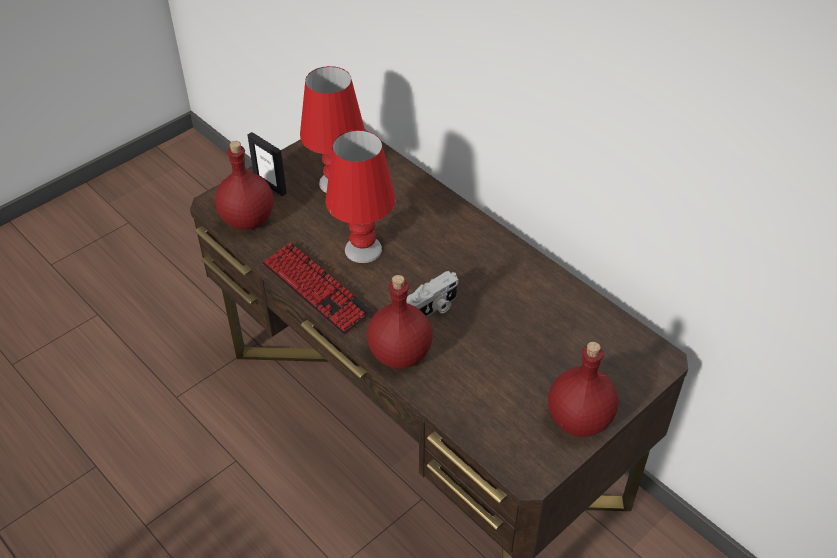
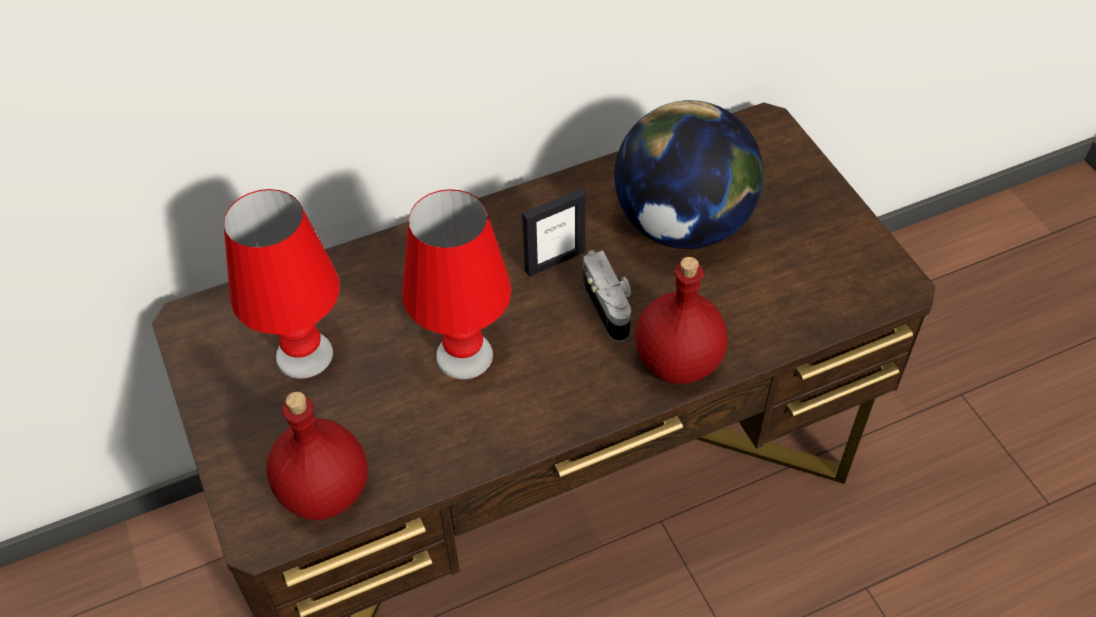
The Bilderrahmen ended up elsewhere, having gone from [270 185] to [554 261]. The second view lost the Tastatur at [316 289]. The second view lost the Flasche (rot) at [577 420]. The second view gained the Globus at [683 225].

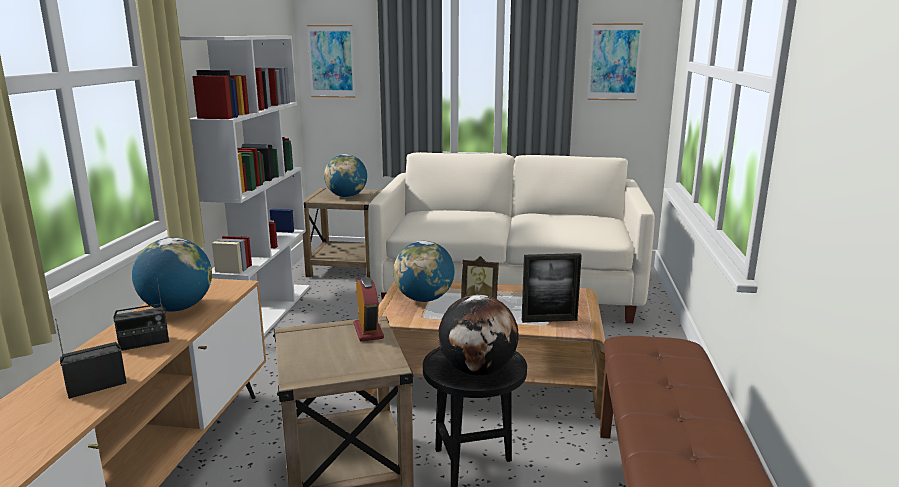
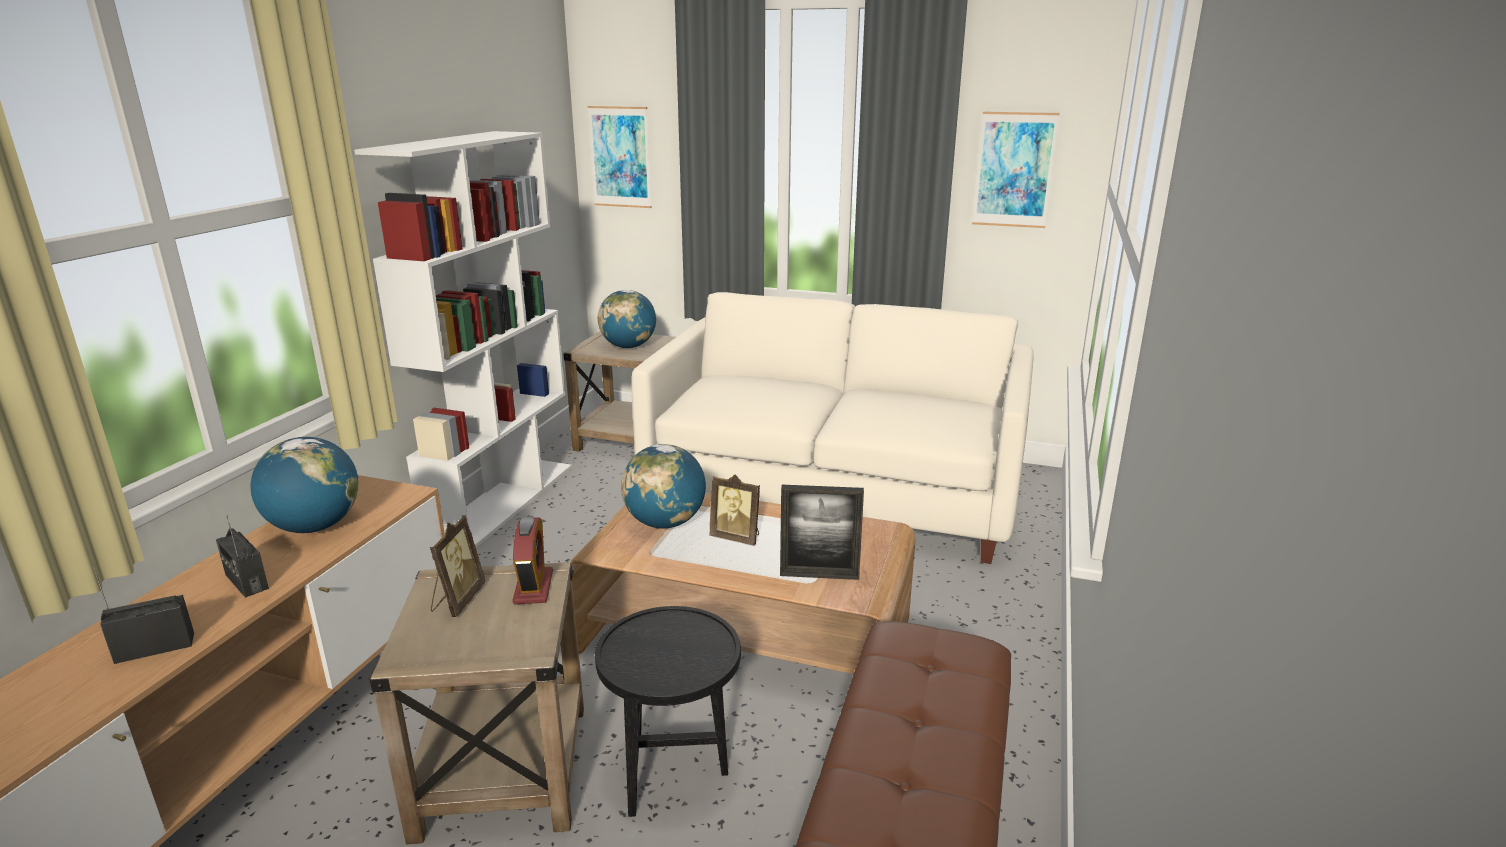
The Radio at [144 343] ended up facing another way, 60 degrees clockwise from before. The second view lost the Globus at [478 371]. The second view gained the Bilderrahmen at [457 600].

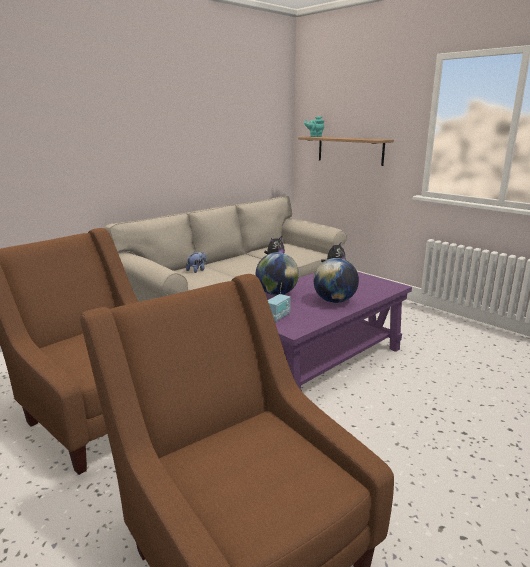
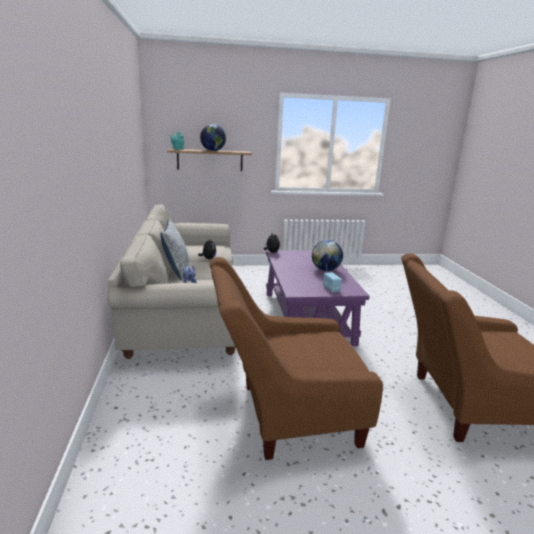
The Globus ended up elsewhere, having gone from [276 294] to [213 150]. The second view gained the Kissen at [176 270].

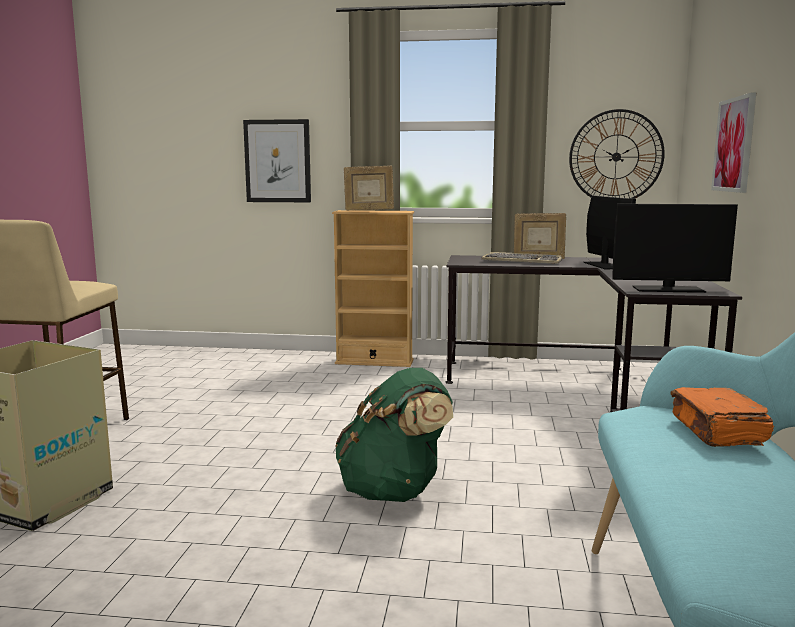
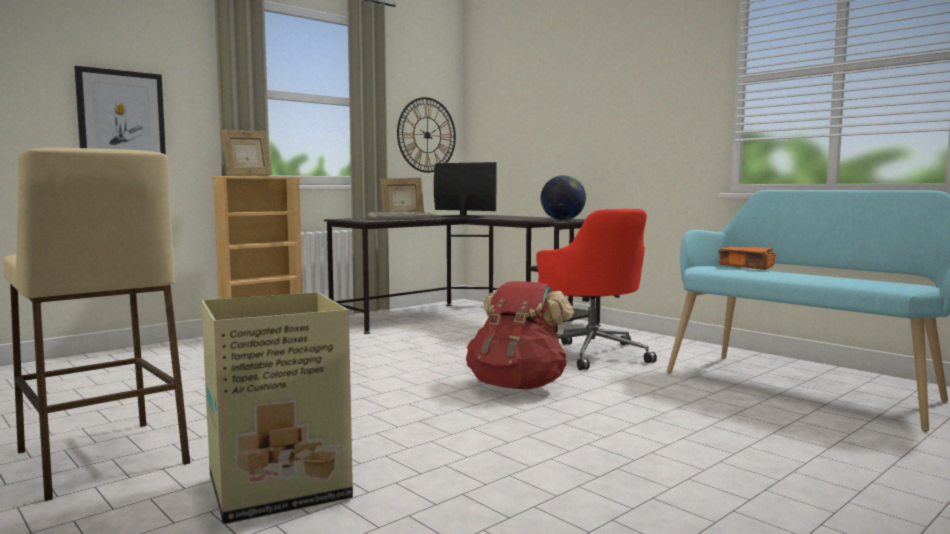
What was the Rucksack (grün) at [394 491] turned into the Rucksack (rot) at [517 386]. Where the Monitor stood at [668 289], the Globus came to stand at [562 220]. The second view lost the Bild at [734 145]. The second view gained the Bürostuhl (rot) at [591 354].

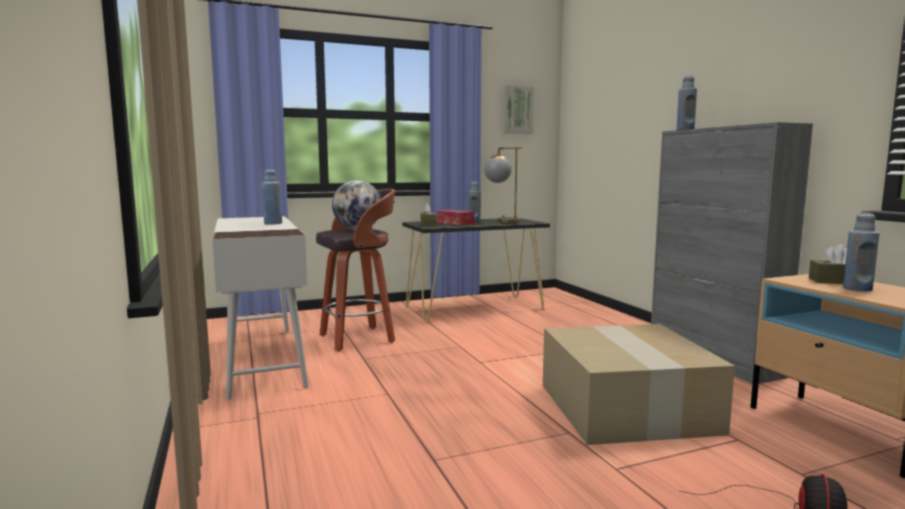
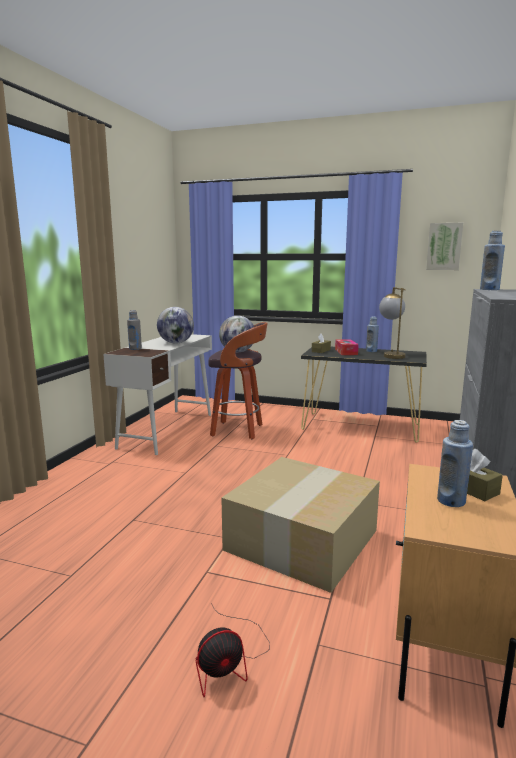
Where the Flasche (blau) stood at [273 223], the Globus came to stand at [176 343]. The second view gained the Flasche (grau) at [135 348].

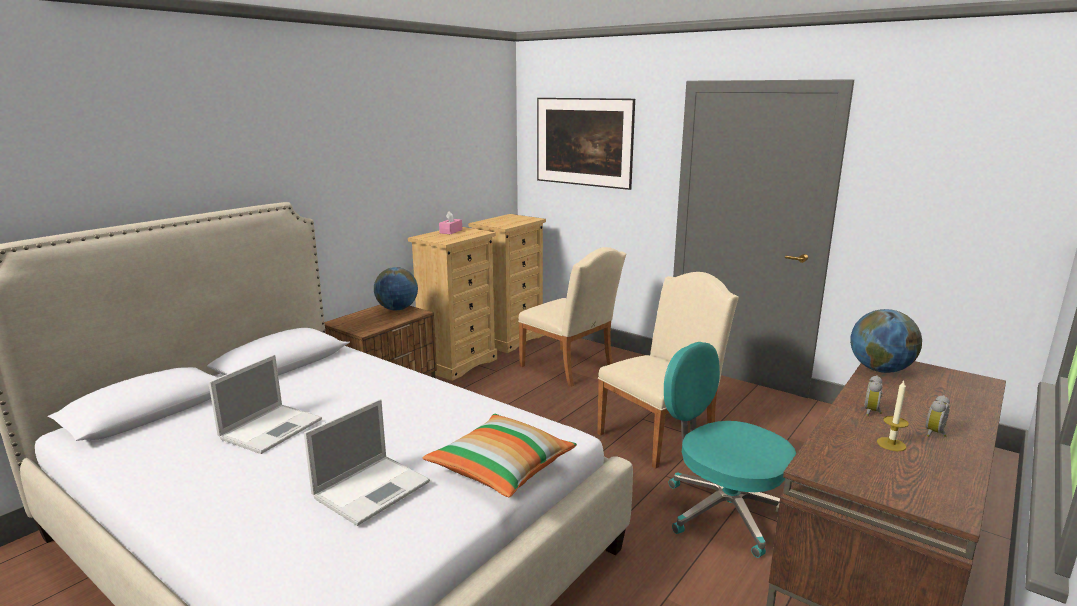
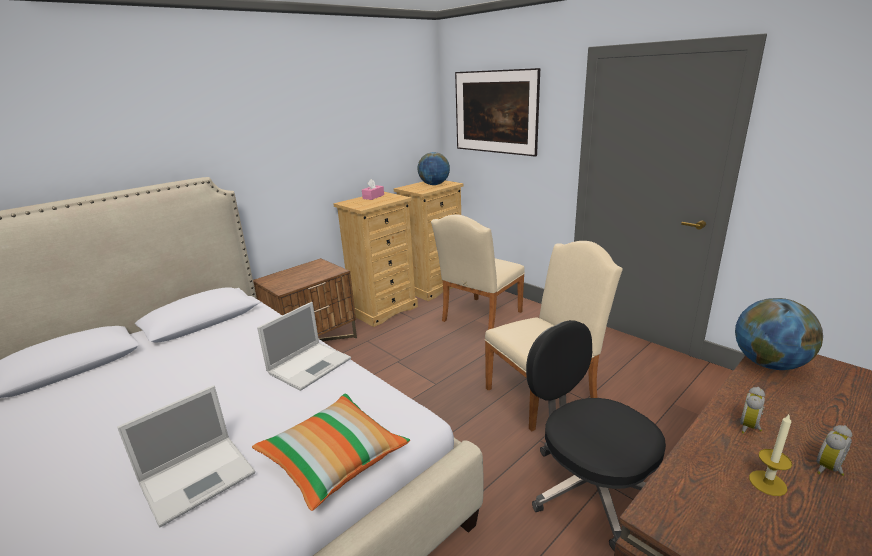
The Laptop ended up elsewhere, having gone from [272 428] to [310 365]. The Globus ended up elsewhere, having gone from [397 309] to [434 184]. The Stuhl (beige) at [571 368] ended up facing another way, 75 degrees clockwise from before. What was the Bürostuhl (türkis) at [723 511] turned into the Bürostuhl (schwarz) at [589 488].

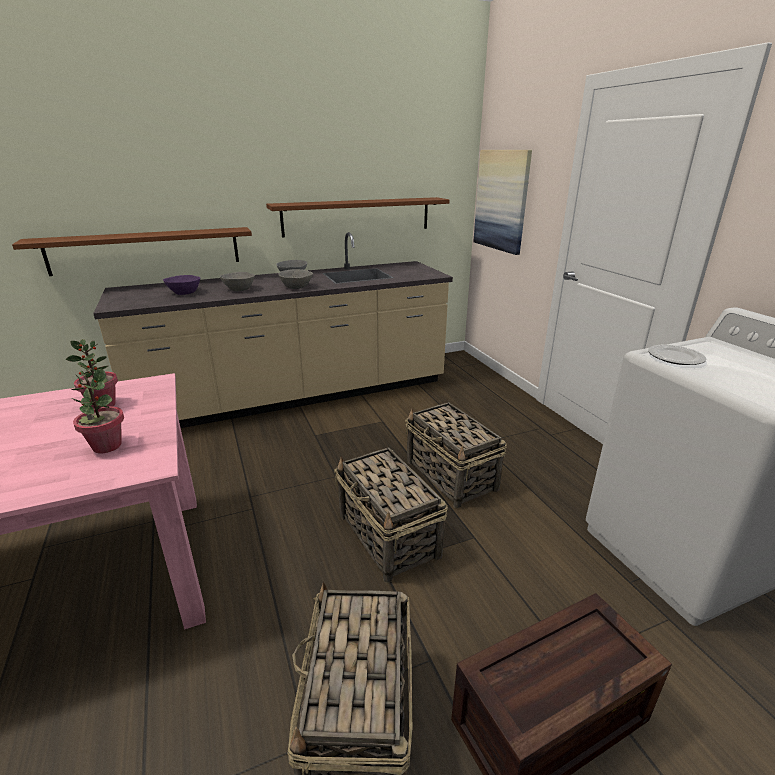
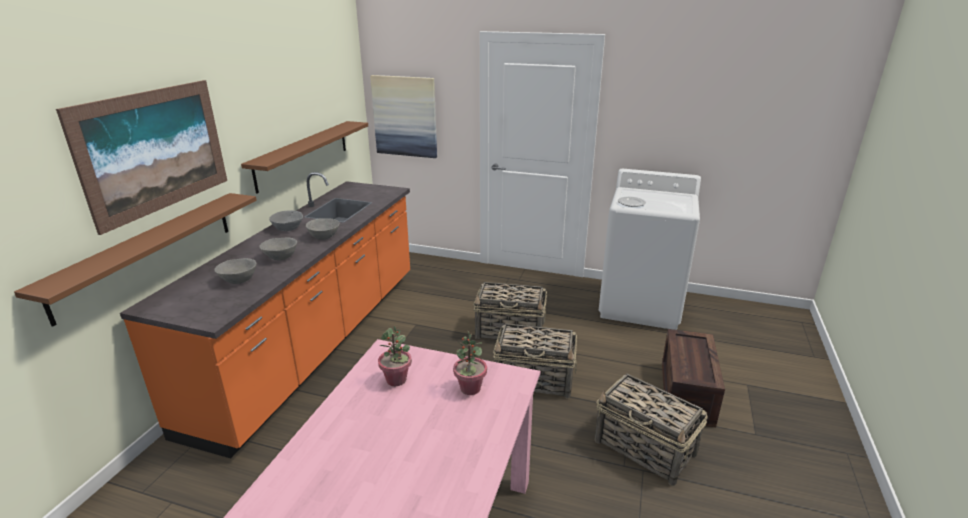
What was the Küchenzeile (beige) at [296 396] turned into the Küchenzeile (orange) at [316 343]. What was the Schüssel (lila) at [185 293] turned into the Schüssel (grau) at [239 280]. The second view gained the Bild at [155 151].

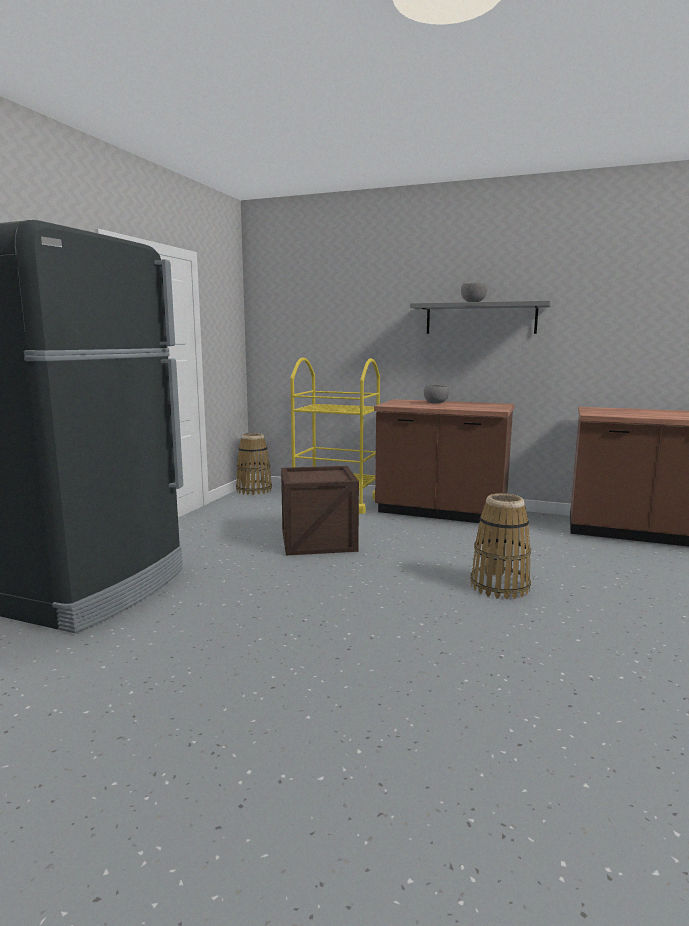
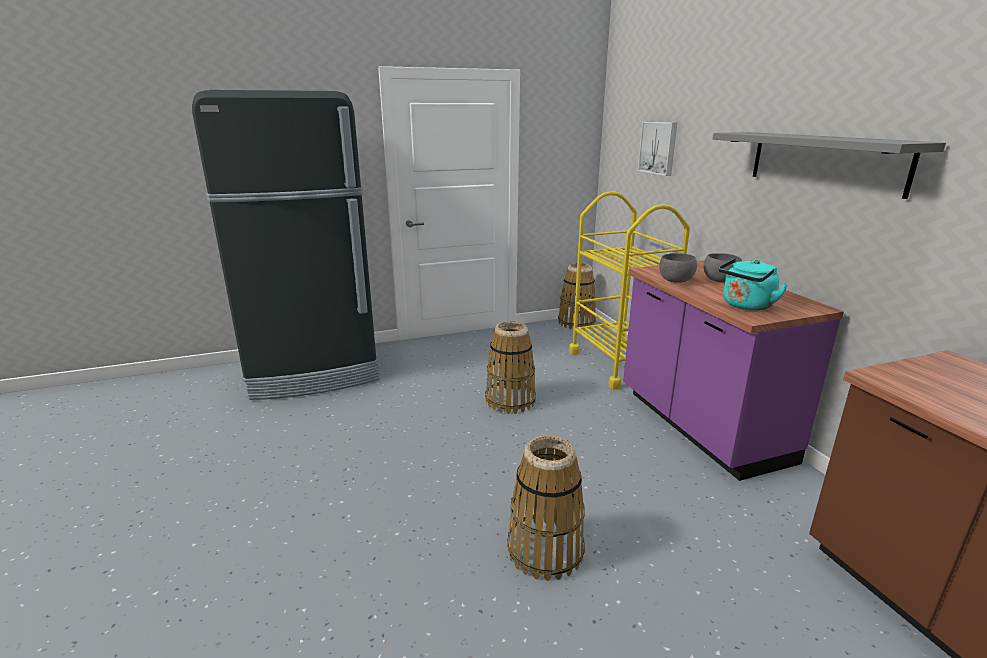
Where the Kiste stood at [318 541], the Korb came to stand at [510 401]. What was the Küchenzeile (braun) at [441 513] turned into the Küchenzeile (lila) at [700 426]. The Schüssel (grau) ended up elsewhere, having gone from [474 302] to [675 281]. The second view gained the Bild at [659 148]. The second view gained the Wasserkessel (türkis) at [745 306].

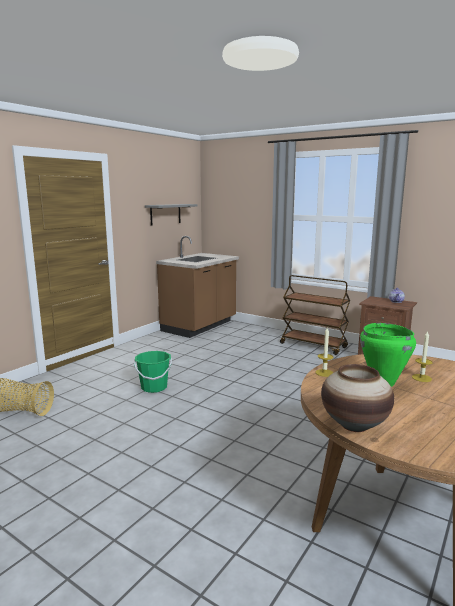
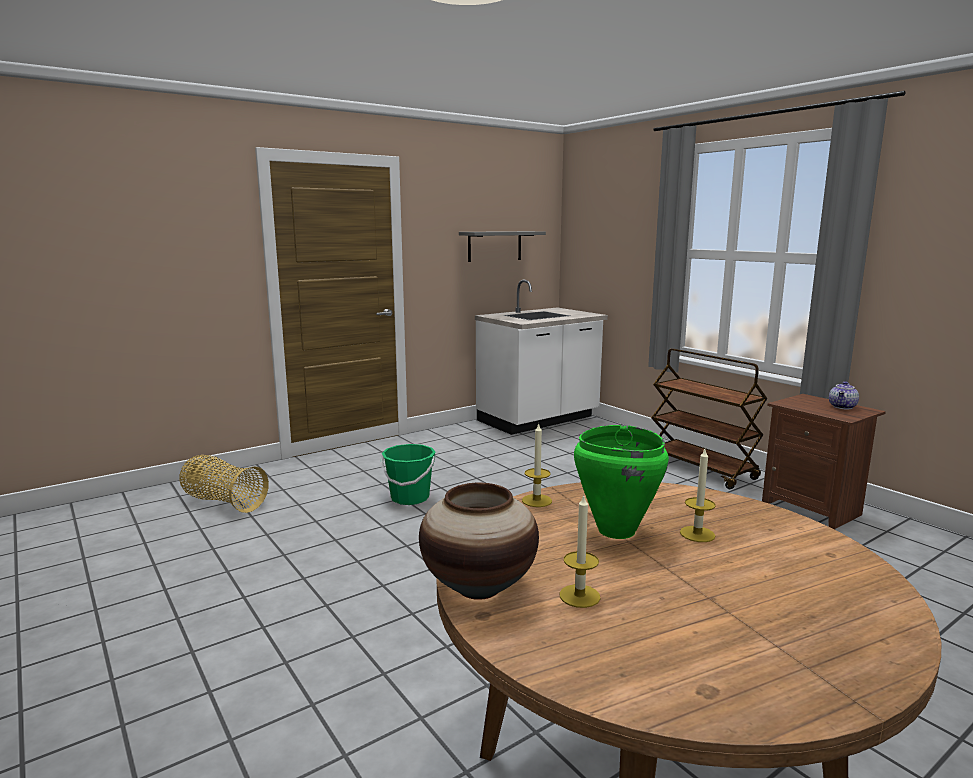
What was the Küchenzeile (braun) at [200 326] turned into the Küchenzeile (weiß) at [539 419]. The second view gained the Kerze at [579 596].

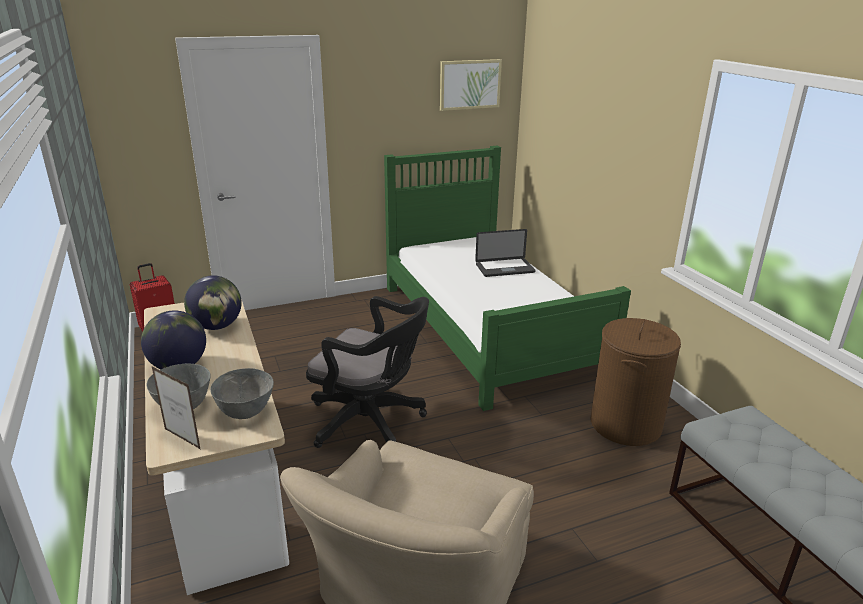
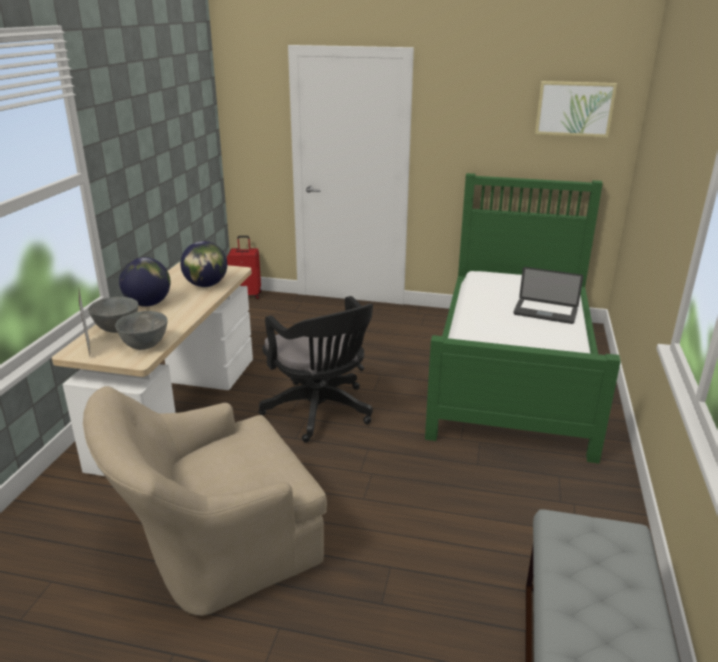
The second view lost the Wäschekorb (braun) at [625 424].

